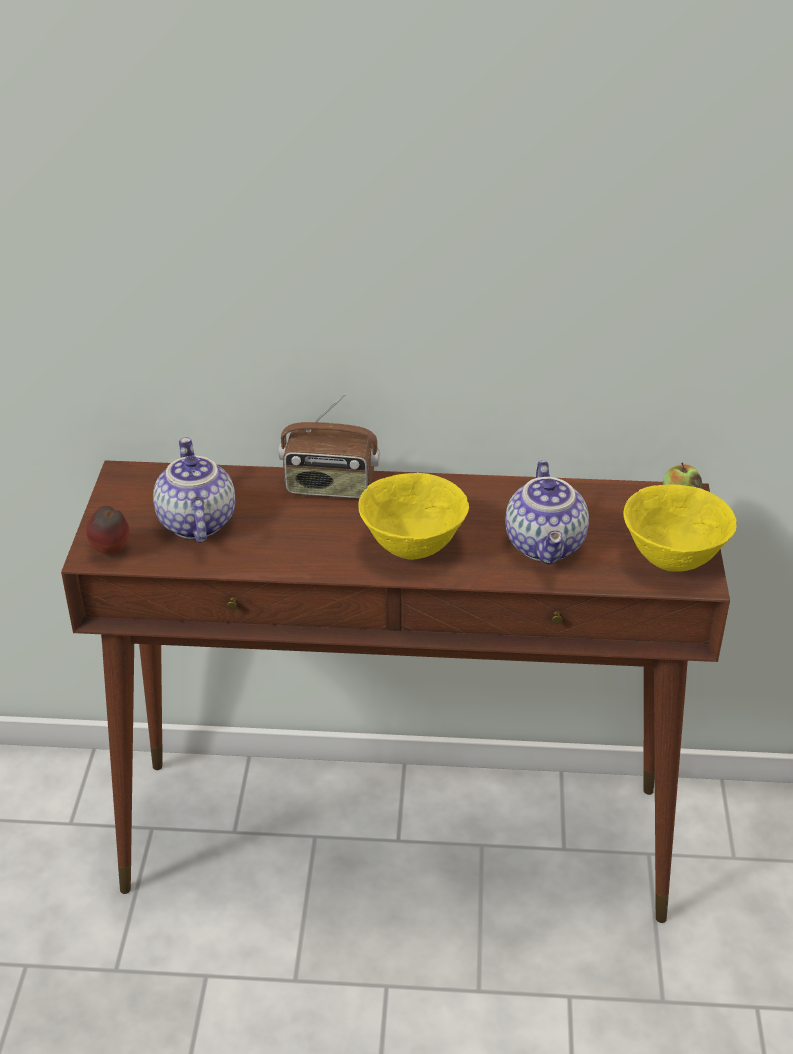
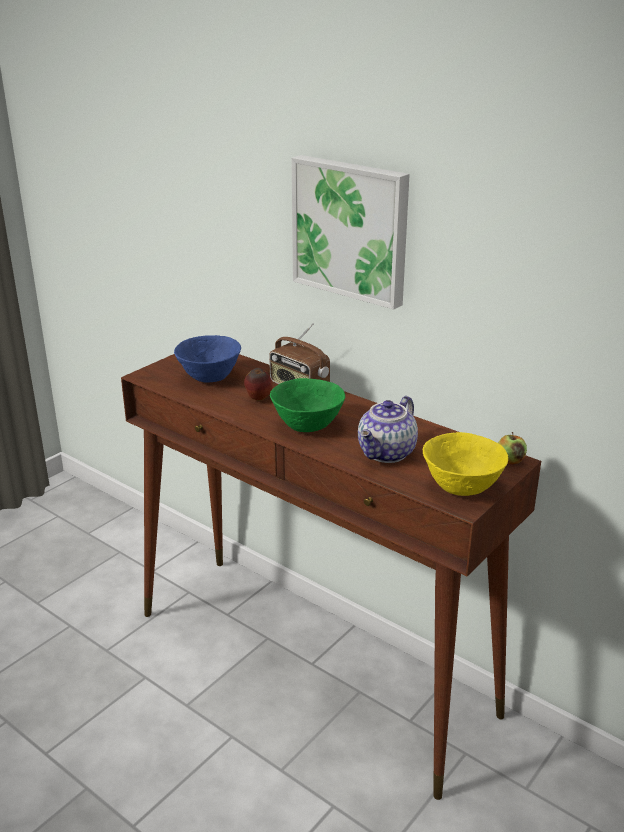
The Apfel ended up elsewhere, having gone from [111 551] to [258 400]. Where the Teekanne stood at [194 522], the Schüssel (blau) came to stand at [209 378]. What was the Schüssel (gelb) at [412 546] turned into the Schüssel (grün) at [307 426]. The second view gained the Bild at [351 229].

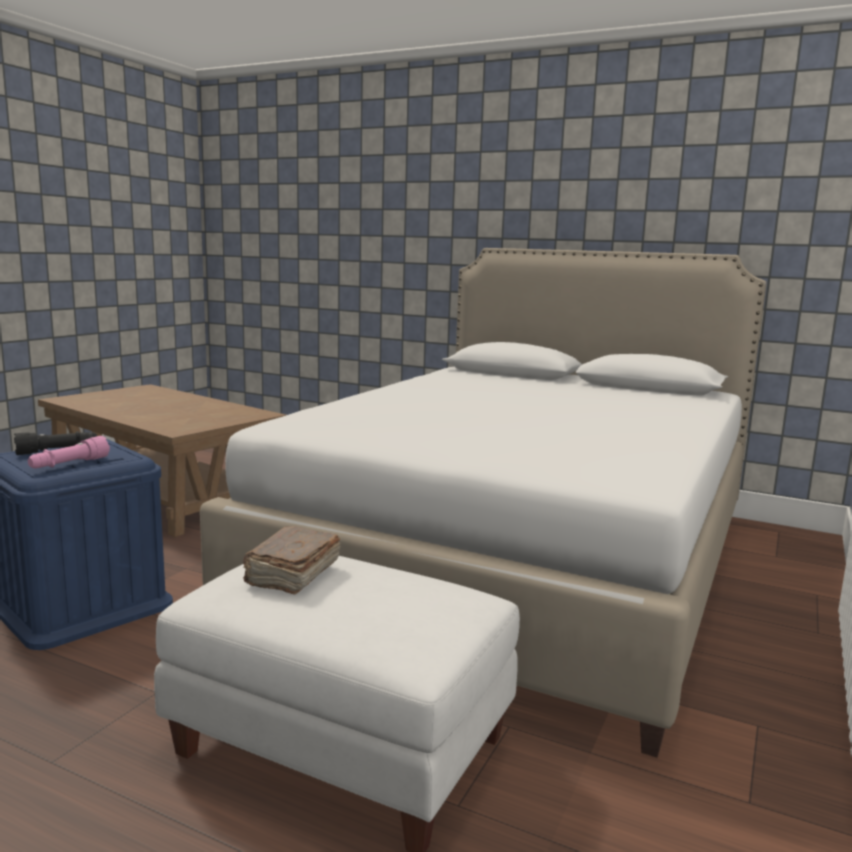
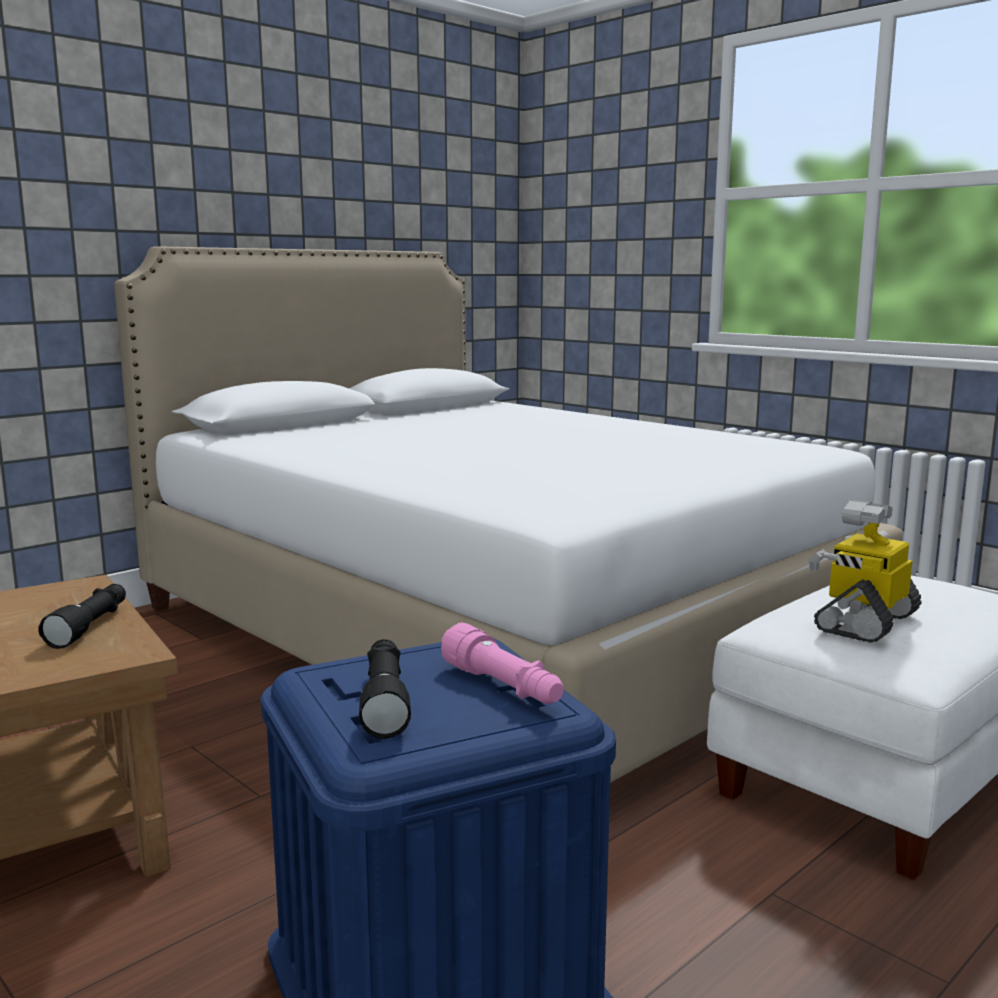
Where the Buch (braun) stood at [292 575], the Spielzeugroboter came to stand at [864 622]. The second view gained the Taschenlampe (schwarz) at [90 626].

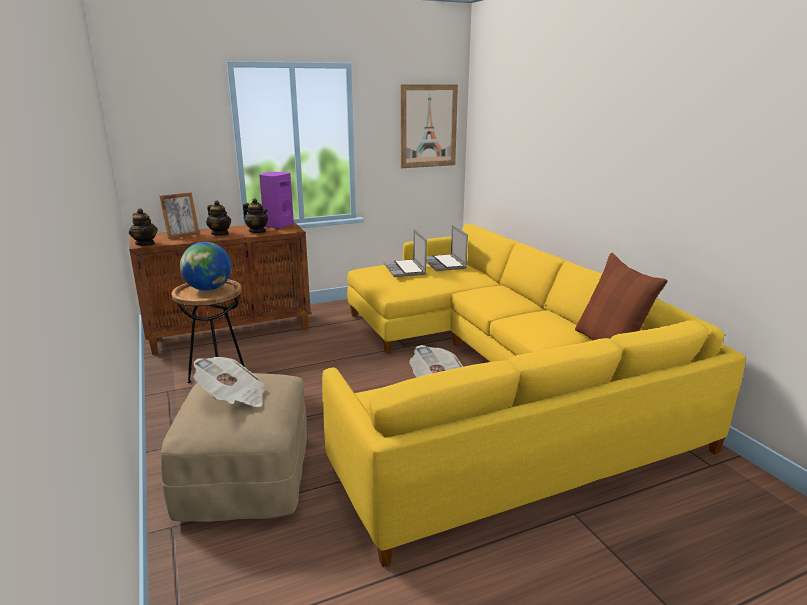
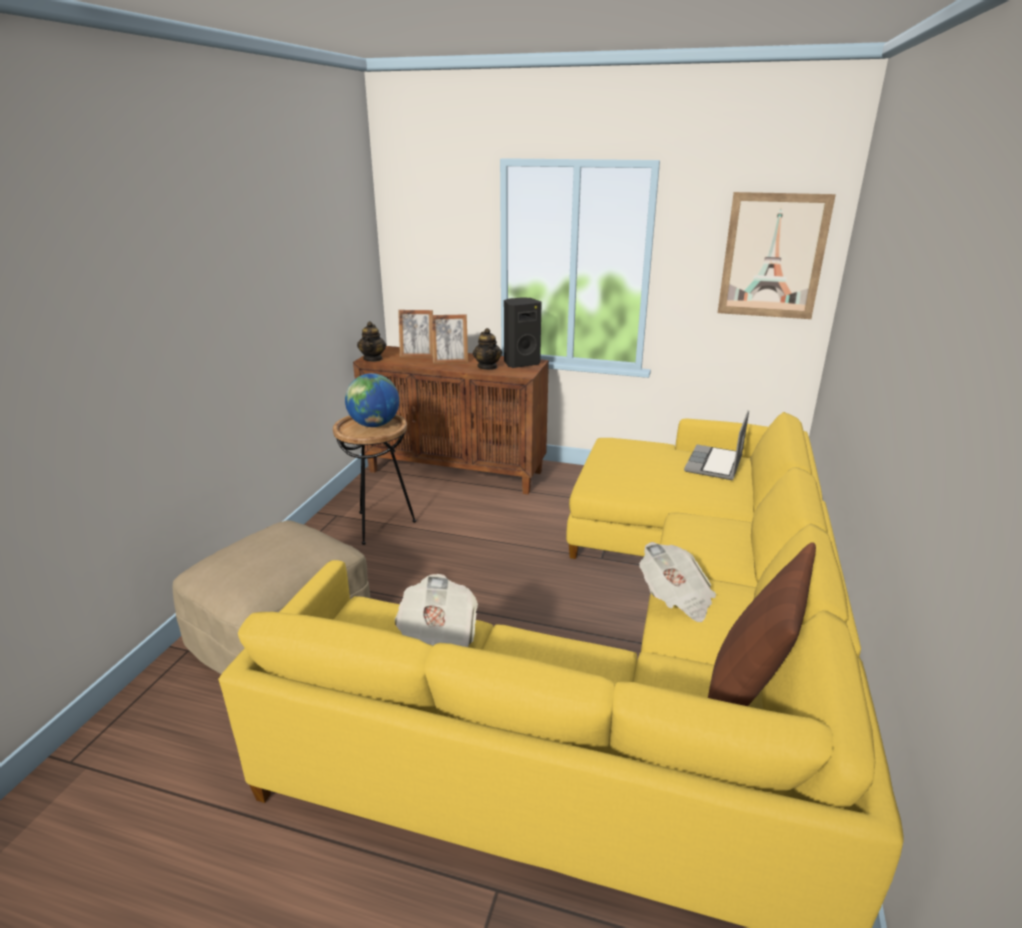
The Zeitung ended up elsewhere, having gone from [233 398] to [676 598]. Where the Teekanne stood at [220 234], the Bilderrahmen came to stand at [450 362]. What was the Lautsprecher (lila) at [277 225] turned into the Lautsprecher (schwarz) at [520 363]. The second view lost the Laptop at [405 269].

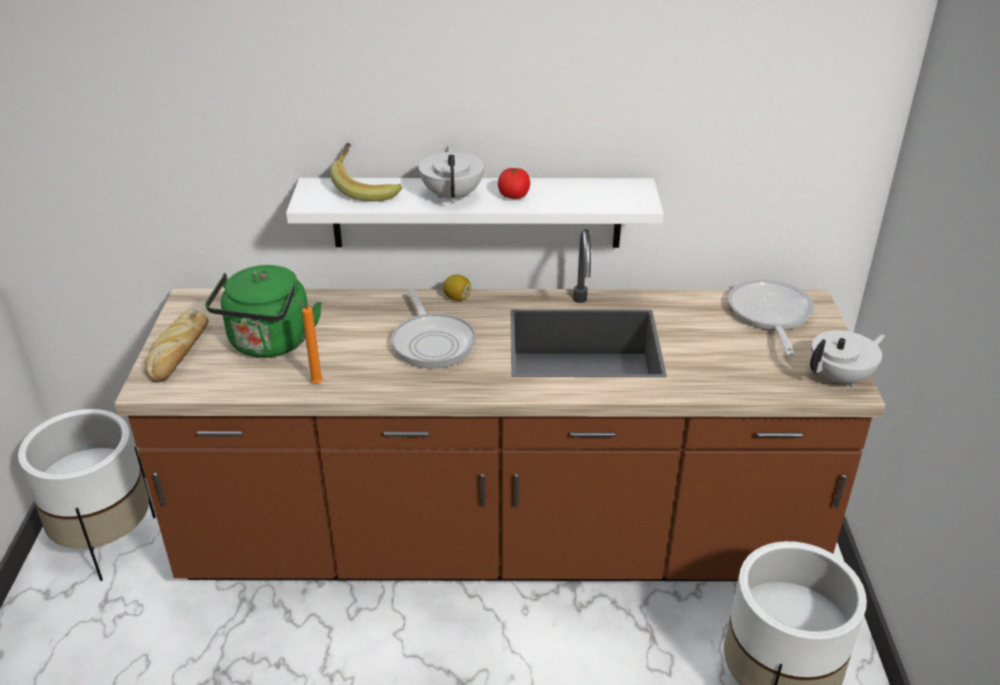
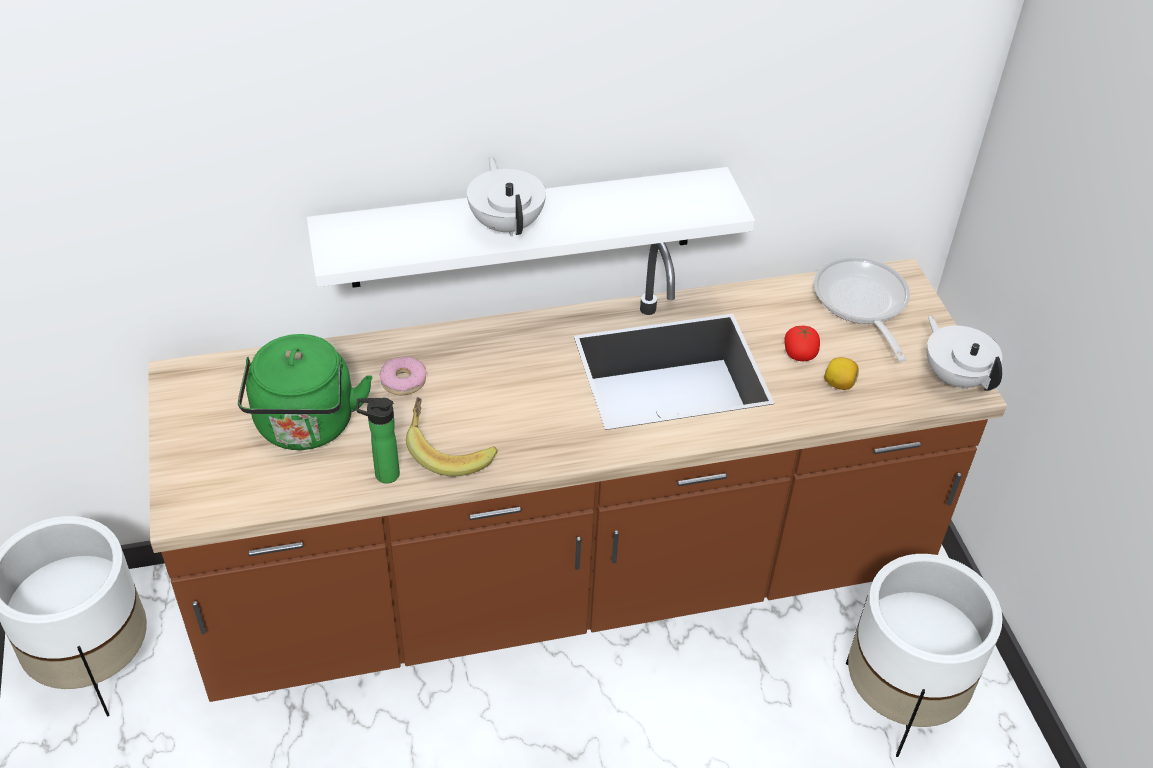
The second view lost the Brot at [179 353]. Where the Kerze (orange) stood at [315 383], the Flasche came to stand at [383 474]. The Banane ended up elsewhere, having gone from [366 188] to [449 450]. The second view lost the Pfanne at [432 342]. The Zitrone ended up elsewhere, having gone from [457 298] to [839 384]. The Tomate ended up elsewhere, having gone from [513 196] to [799 355]. The Teekanne (weiß) at [841 377] ended up facing another way, 75 degrees counterclockwise from before. The second view gained the Donut at [403 381].

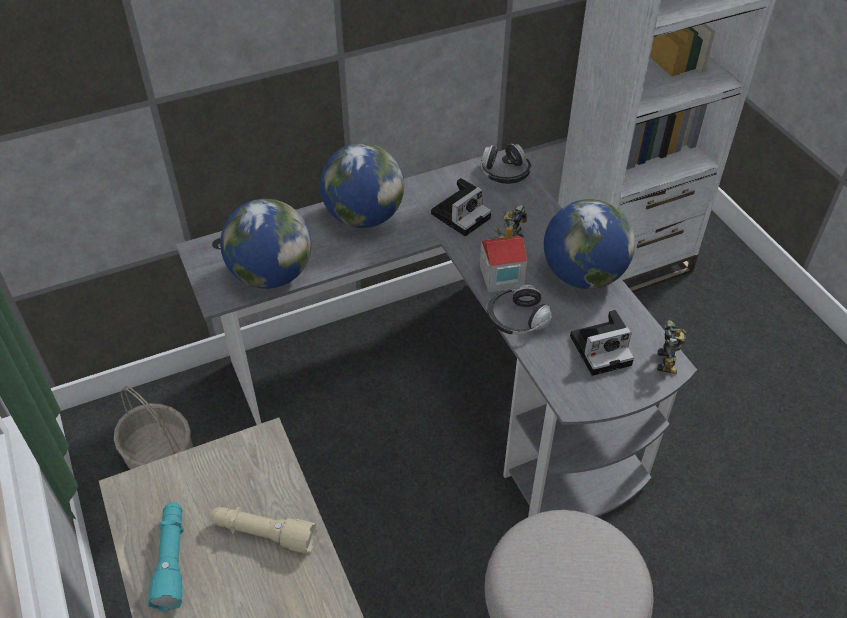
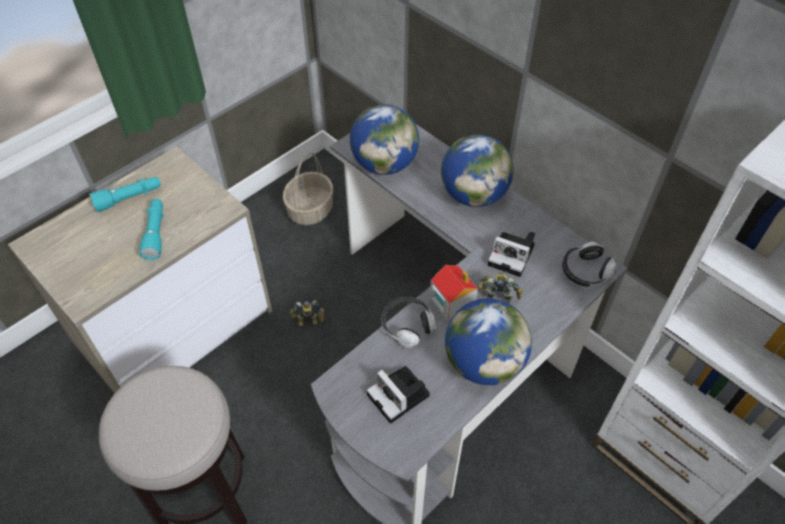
What was the Taschenlampe (beige) at [263 534] turned into the Taschenlampe (türkis) at [156 233]. The Spielzeugroboter ended up elsewhere, having gone from [669 361] to [308 322].

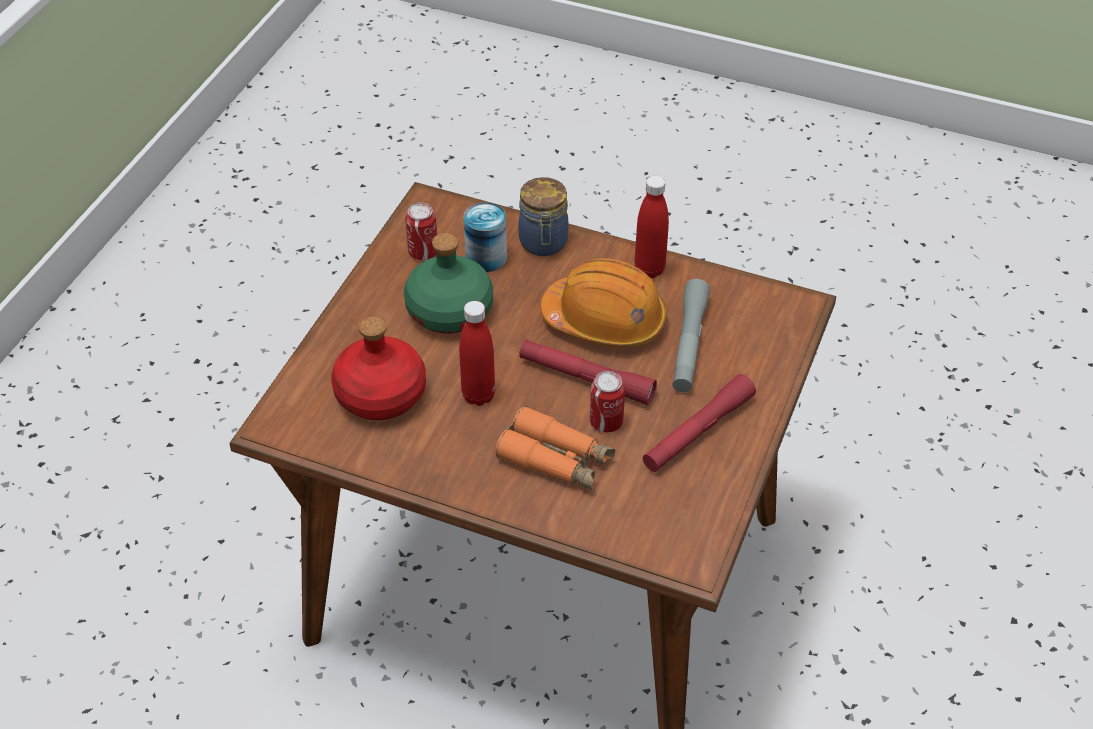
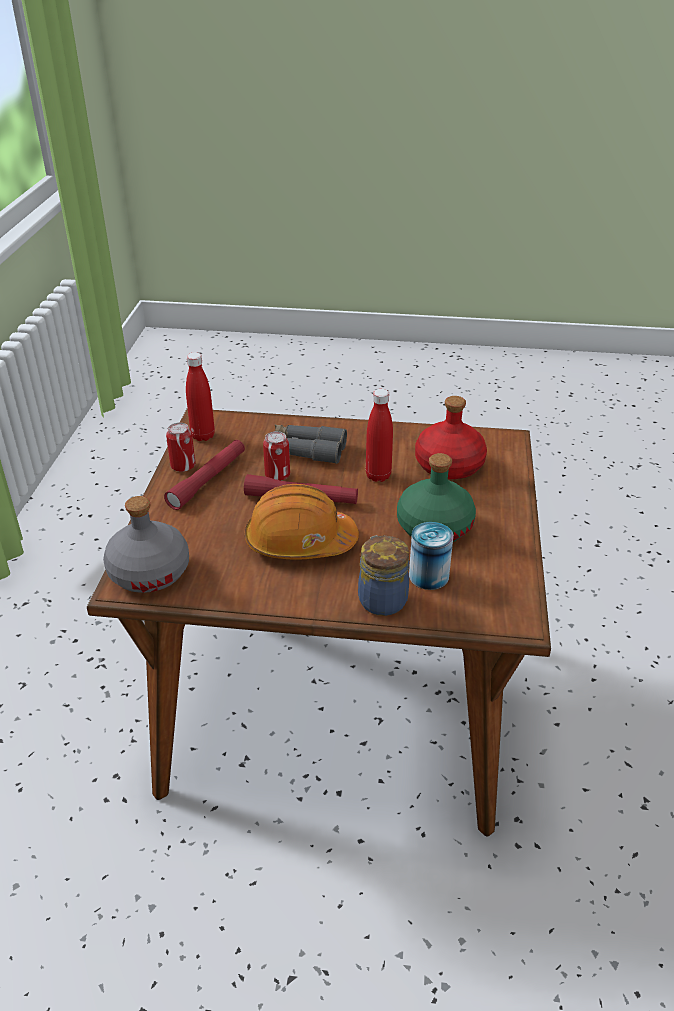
The Dose ended up elsewhere, having gone from [423 252] to [183 466]. What was the Fernglas (orange) at [556 459] turned into the Fernglas (grau) at [306 450]. The Flasche (rot) ended up elsewhere, having gone from [649 269] to [203 436]. The second view lost the Taschenlampe (grau) at [689 344]. The second view gained the Flasche (grau) at [149 572].

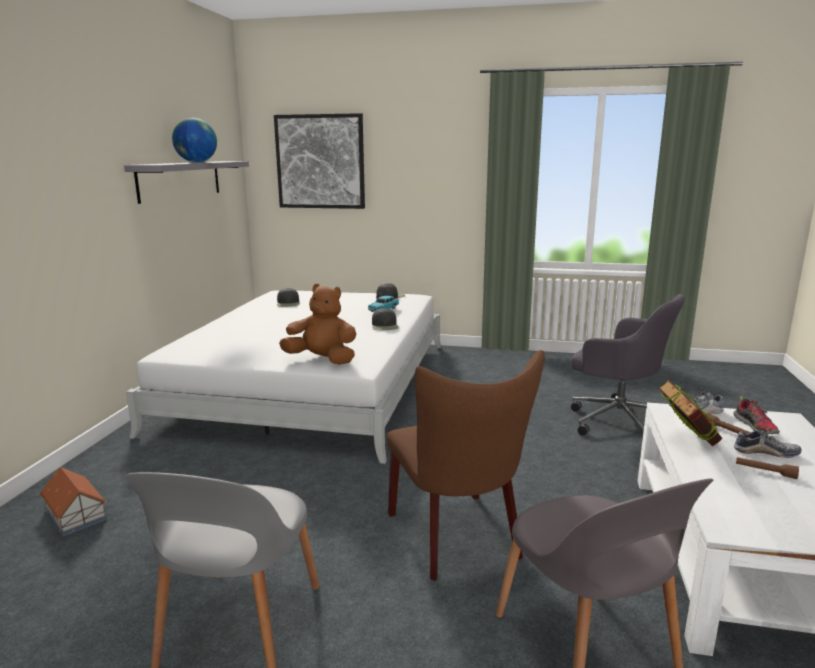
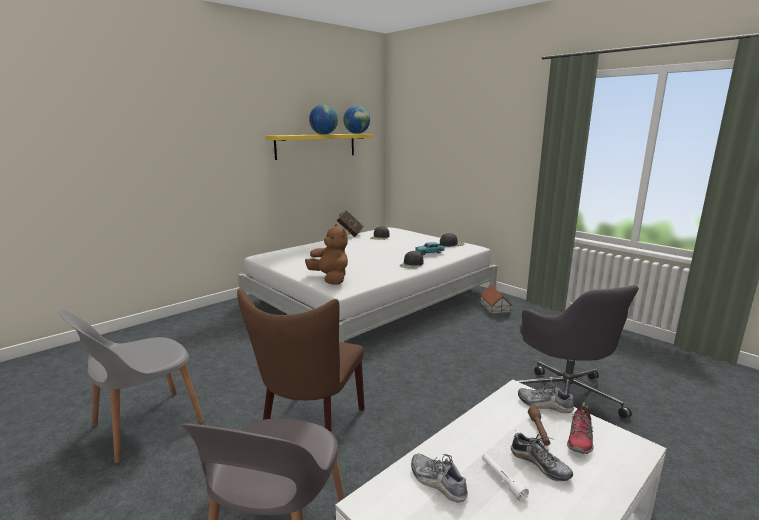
The Spielzeughaus ended up elsewhere, having gone from [76 514] to [494 308]. What was the Wandregal (grau) at [180 180] turned into the Wandregal (gelb) at [316 146]. The second view lost the Bild at [320 162]. The Buch ended up elsewhere, having gone from [685 441] to [350 235]. What was the Taschenlampe (braun) at [765 472] turned into the Taschenlampe (weiß) at [502 480]. The second view gained the Globus at [357 133]. The second view gained the Schuh at [437 482].

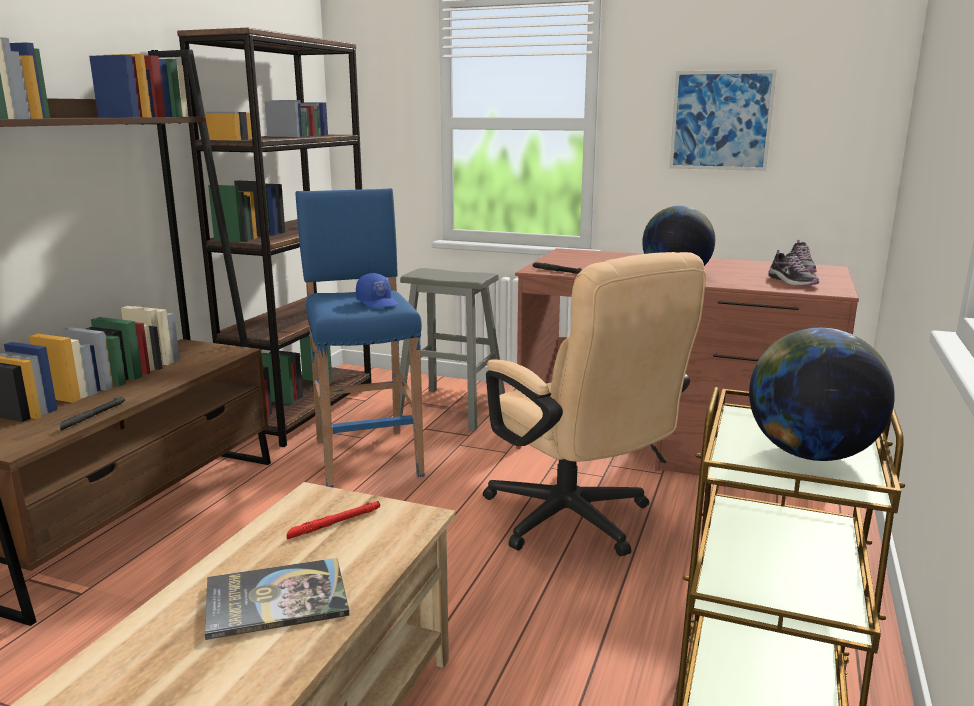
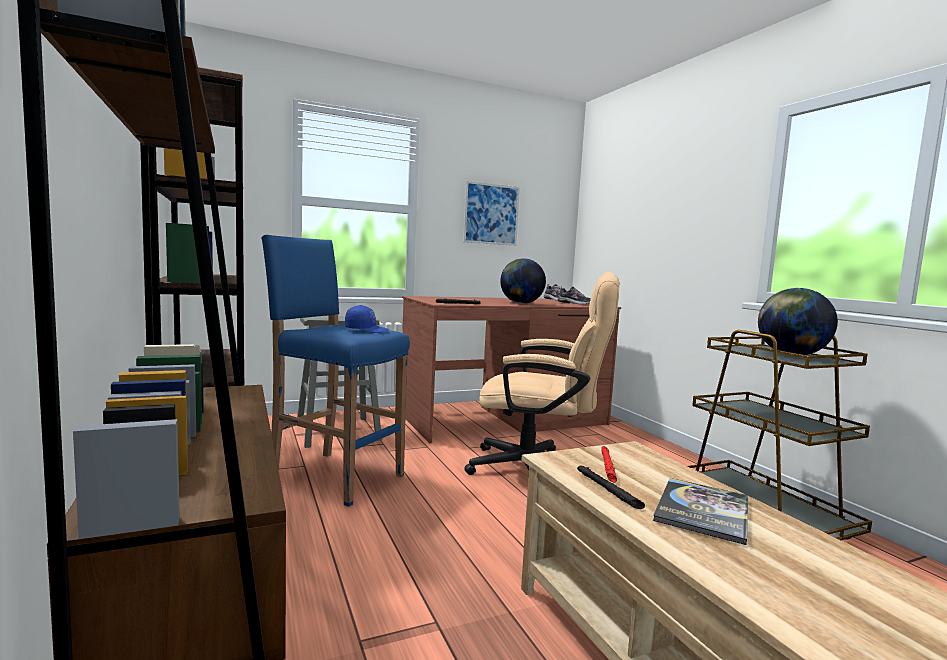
The Taschenlampe (schwarz) ended up elsewhere, having gone from [93 416] to [607 490].

